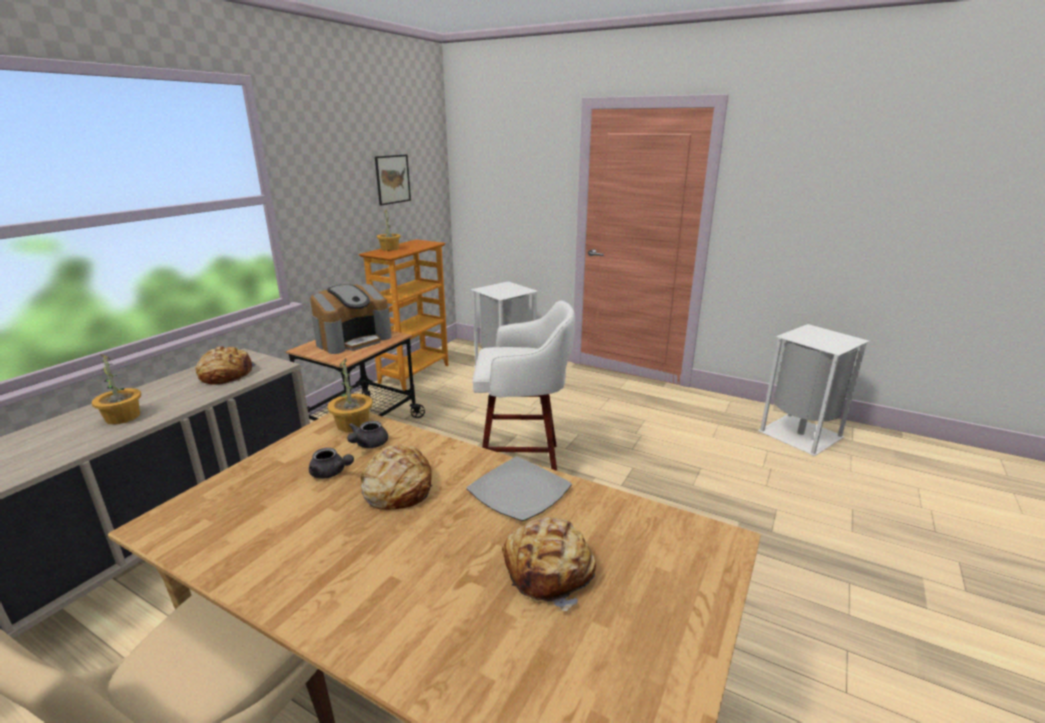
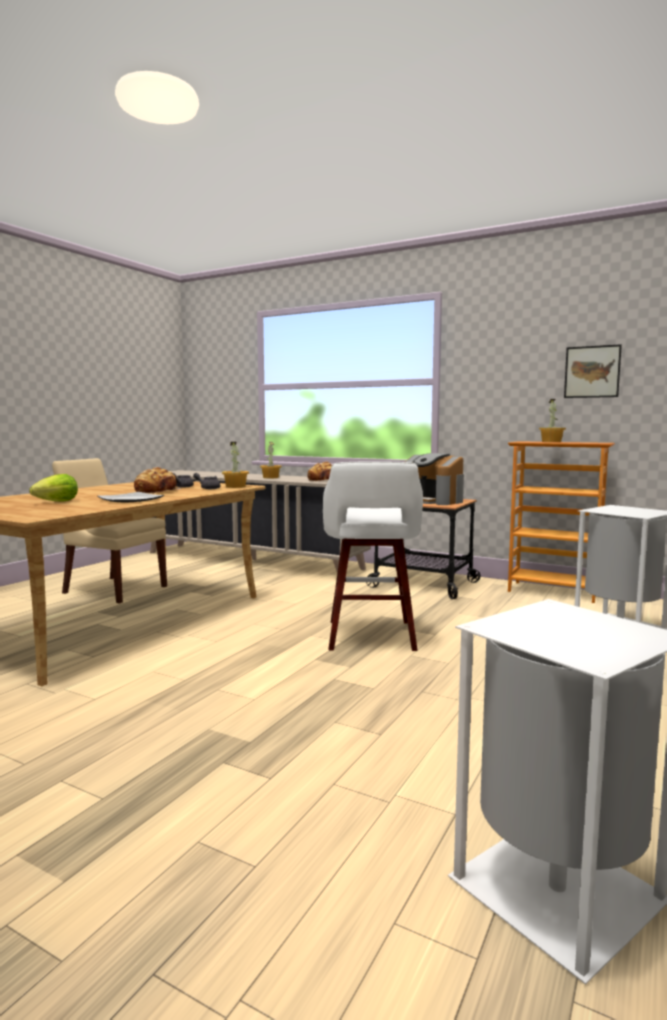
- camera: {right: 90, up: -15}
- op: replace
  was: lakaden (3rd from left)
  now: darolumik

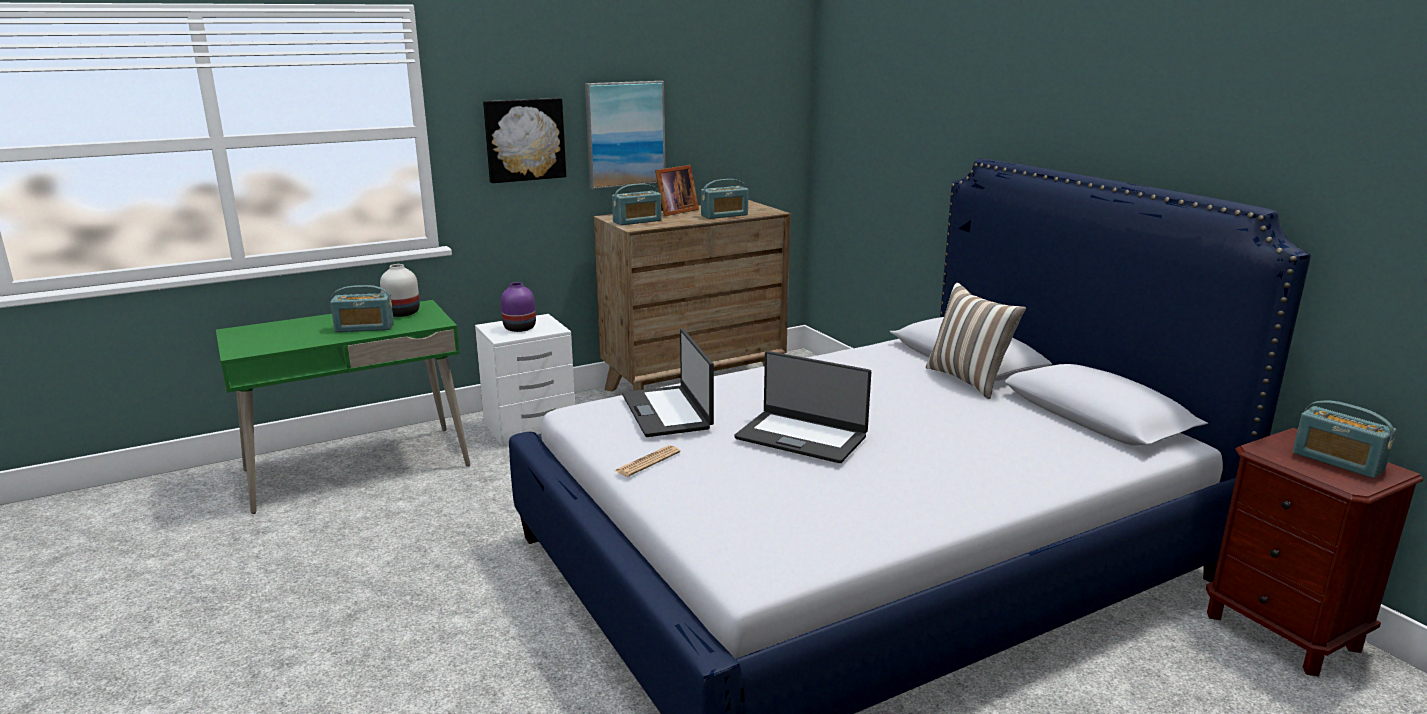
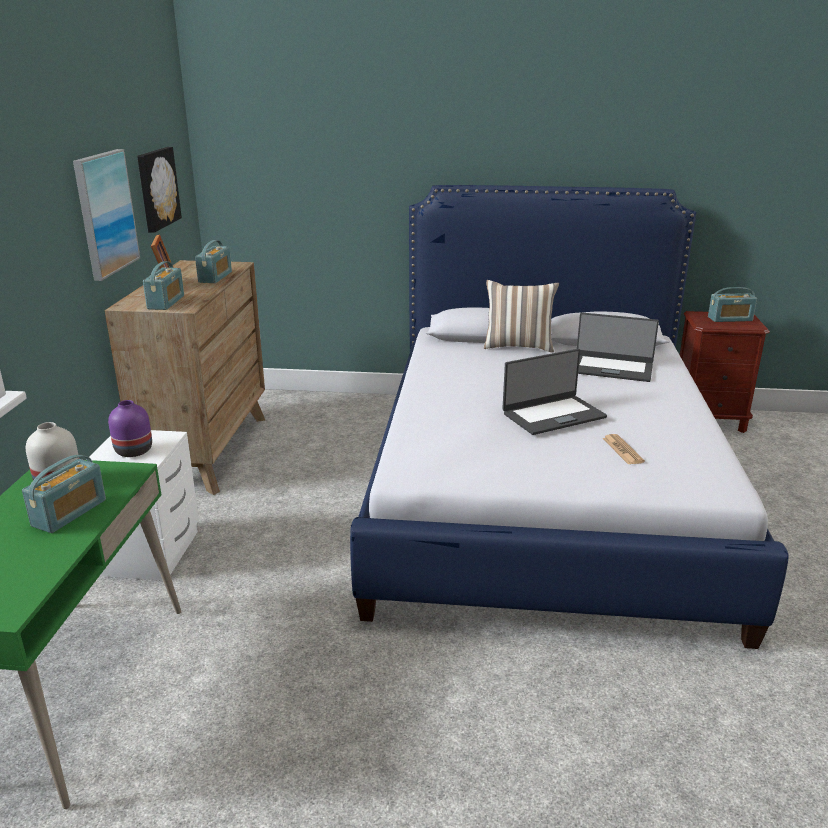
- camera: {right: -55, up: 5}
- op: move
  was: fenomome (1st from left in the first image)
  now: fenomome (2nd from left)
- op: move
  was: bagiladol
- op: move
  was: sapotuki (1st from left in the first image)
  now: sapotuki (2nd from left)

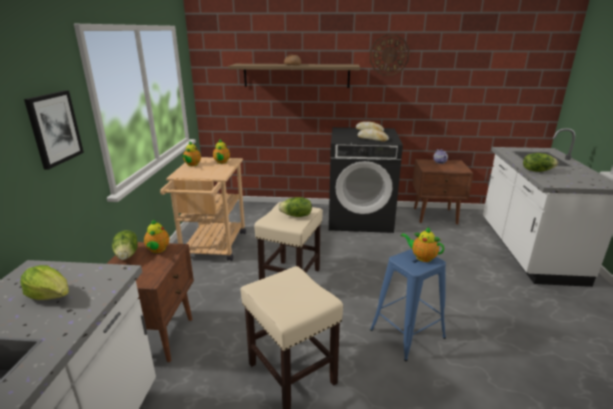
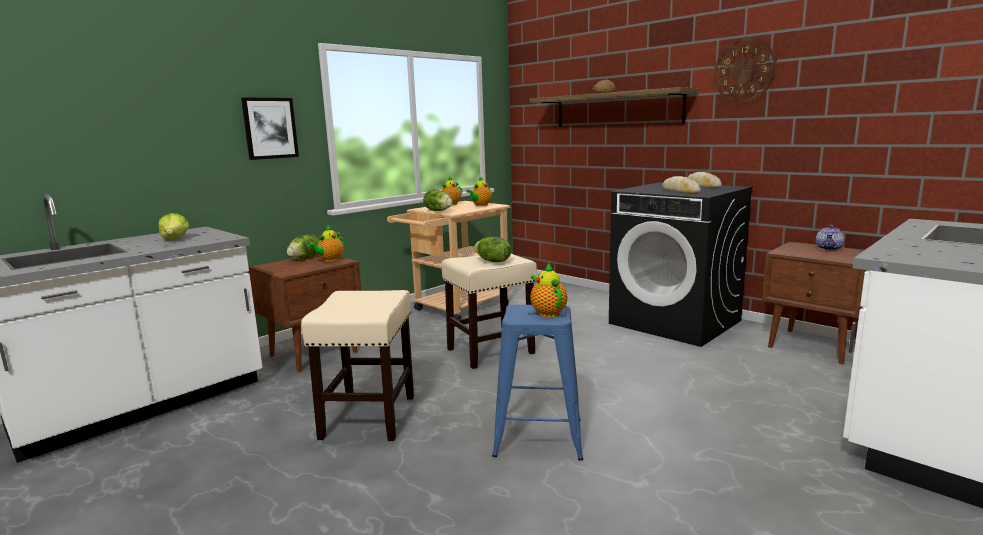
- camera: {right: 40, up: -10}
- op: move
  was: darolumik (4th from left in the first image)
  now: darolumik (3rd from left)

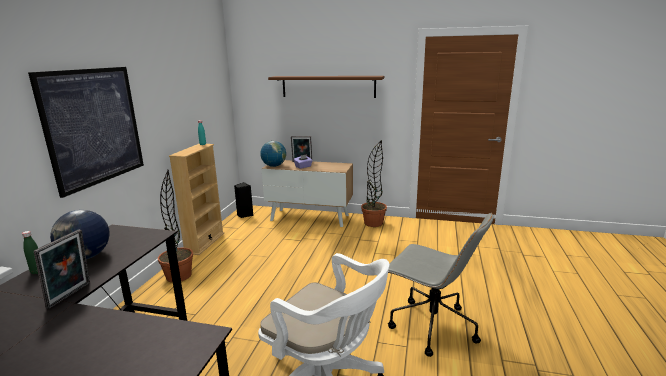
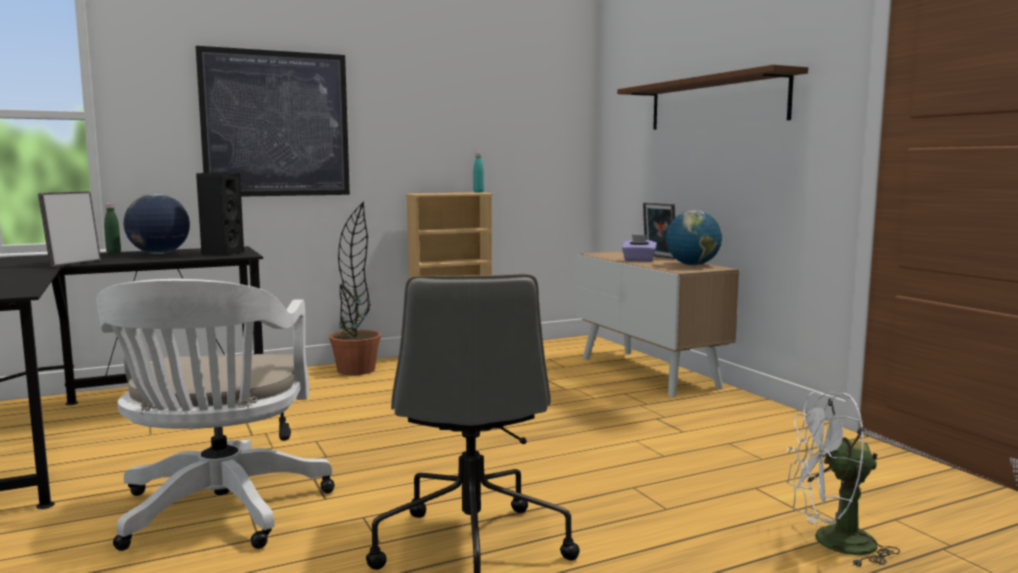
- camera: {right: 50, up: -10}
- op: rotate
  was: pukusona (1st from left)
  clockwise: 135
- op: move
  was: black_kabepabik
- op: move
  was: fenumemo (2nd from left)
- op: delete
  was: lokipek (2nd from left)
- op: insert
  now: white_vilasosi

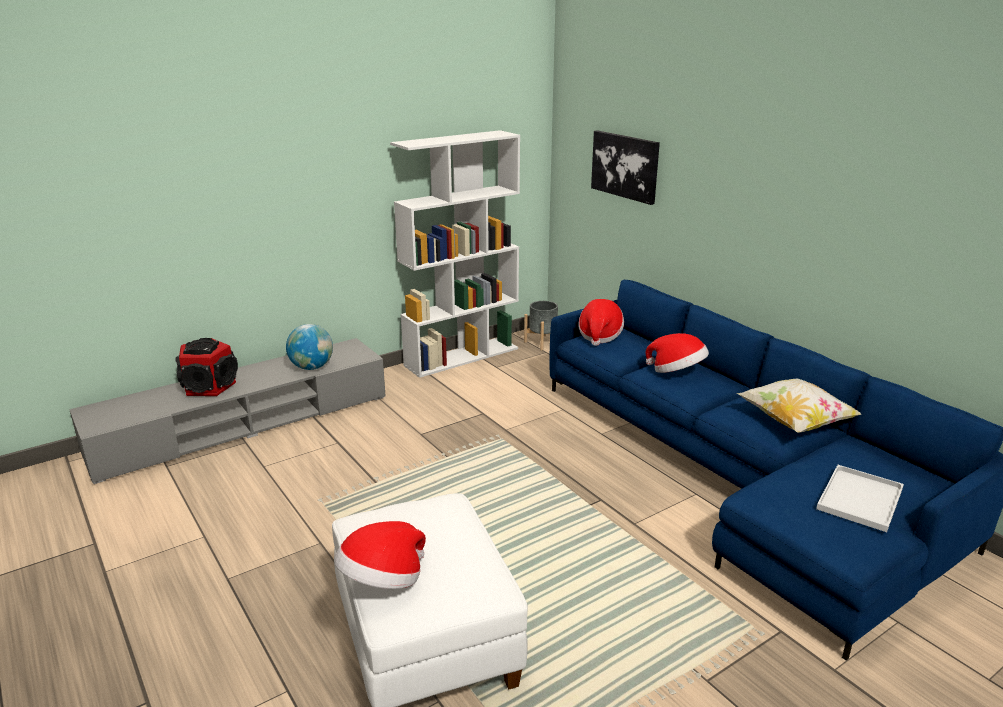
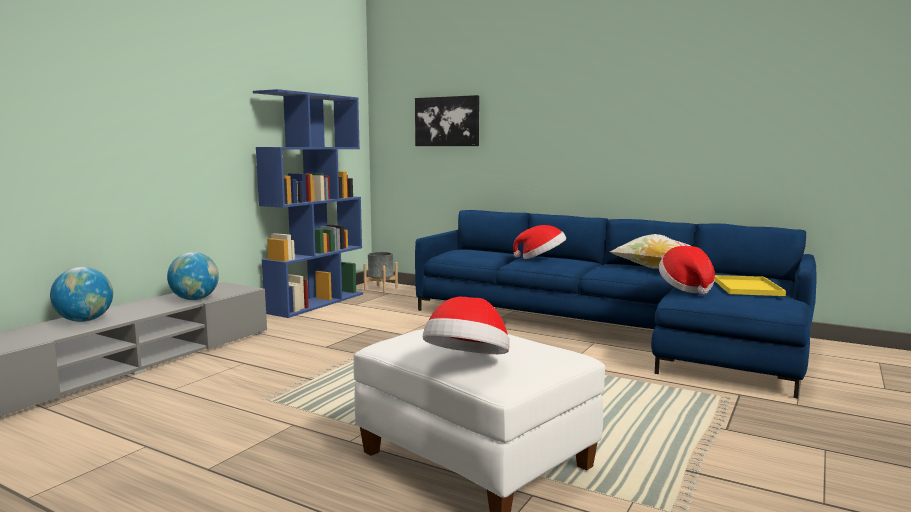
- camera: {right: -25, up: -15}
- op: replace
  was: kabepabik
  now: fenumemo (1st from left)
- op: recolor
  was: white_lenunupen
  now: blue_lenunupen
- op: move
  was: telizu (2nd from left in the first image)
  now: telizu (3rd from left)
- op: recolor
  was: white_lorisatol
  now: yellow_lorisatol

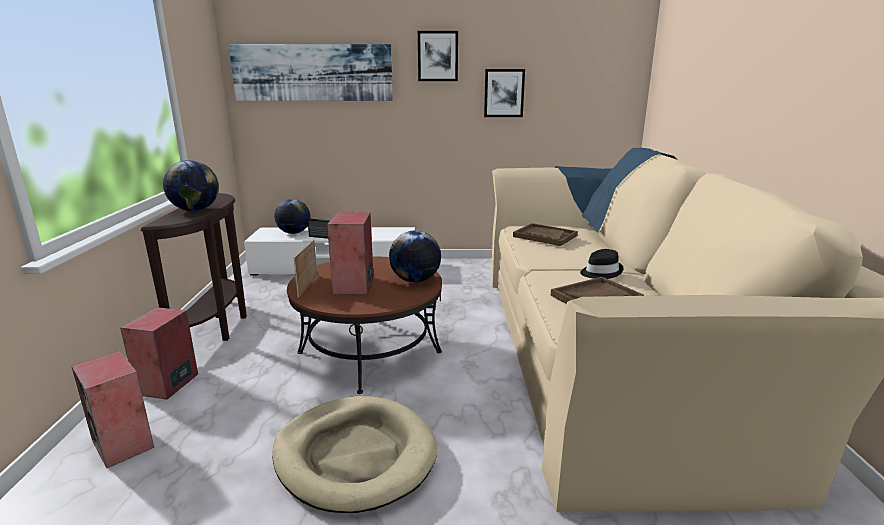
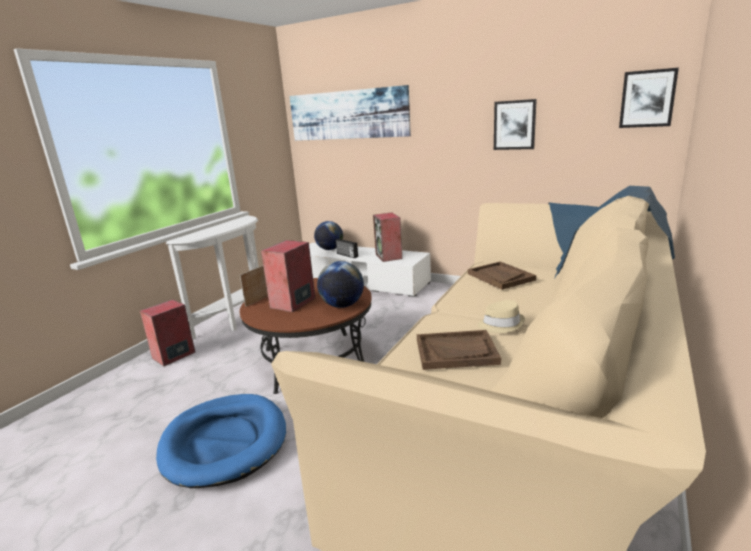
- camera: {right: 30, up: 0}
- op: move
  was: kabepabik (1st from left in the first image)
  now: kabepabik (3rd from left)
- op: recolor
  was: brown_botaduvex
  now: white_botaduvex
- op: delete
  was: fenumemo (1st from left)
- op: recolor
  was: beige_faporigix
  now: blue_faporigix
- op: move
  was: fenomome (2nd from left in the first image)
  now: fenomome (3rd from left)
- op: recolor
  was: black_telizu
  now: beige_telizu

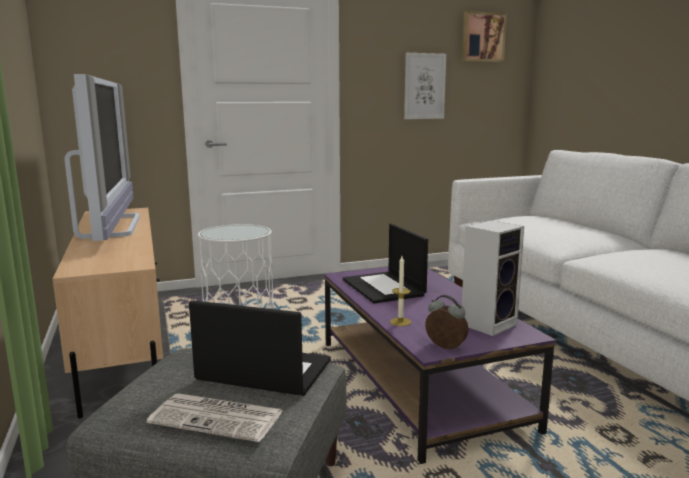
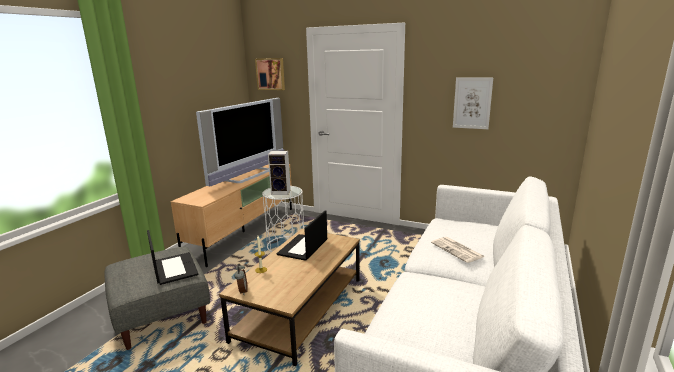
- camera: {right: 45, up: 5}
- op: move
  was: bagiladol
- op: recolor
  was: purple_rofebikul
  now: brown_rofebikul
- op: move
  was: fenomome (2nd from left in the first image)
  now: fenomome (1st from left)
- op: move
  was: kabepabik

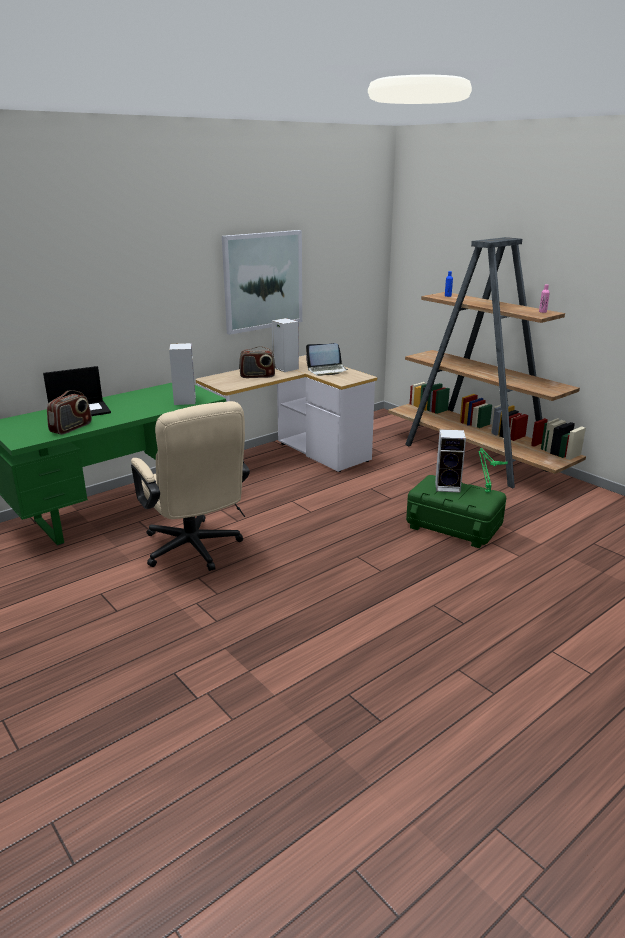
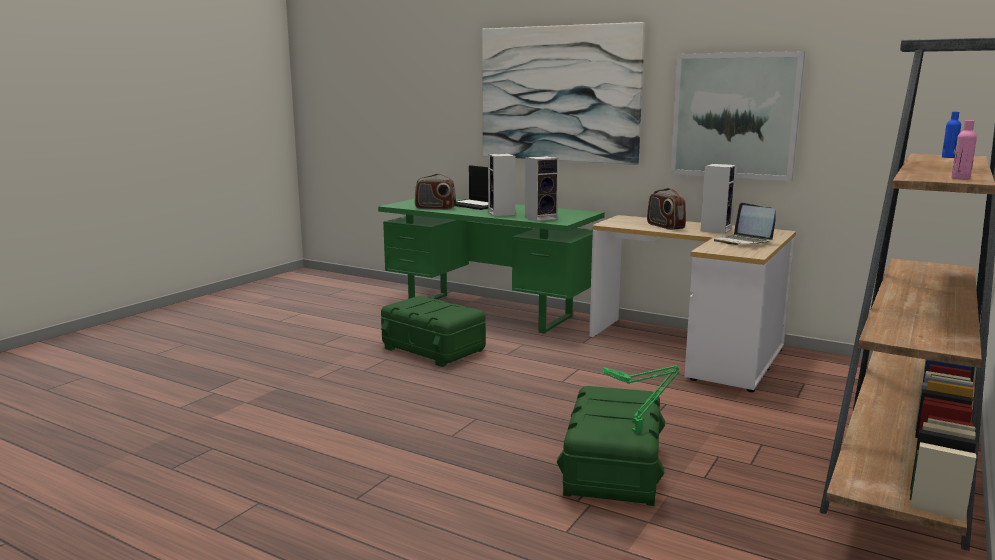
- camera: {right: 70, up: -10}
- op: replace
  was: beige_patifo
  now: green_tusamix (1st from left)
- op: move
  was: kabepabik (3rd from left in the first image)
  now: kabepabik (1st from left)
- op: insert
  now: fenomome (1st from left)

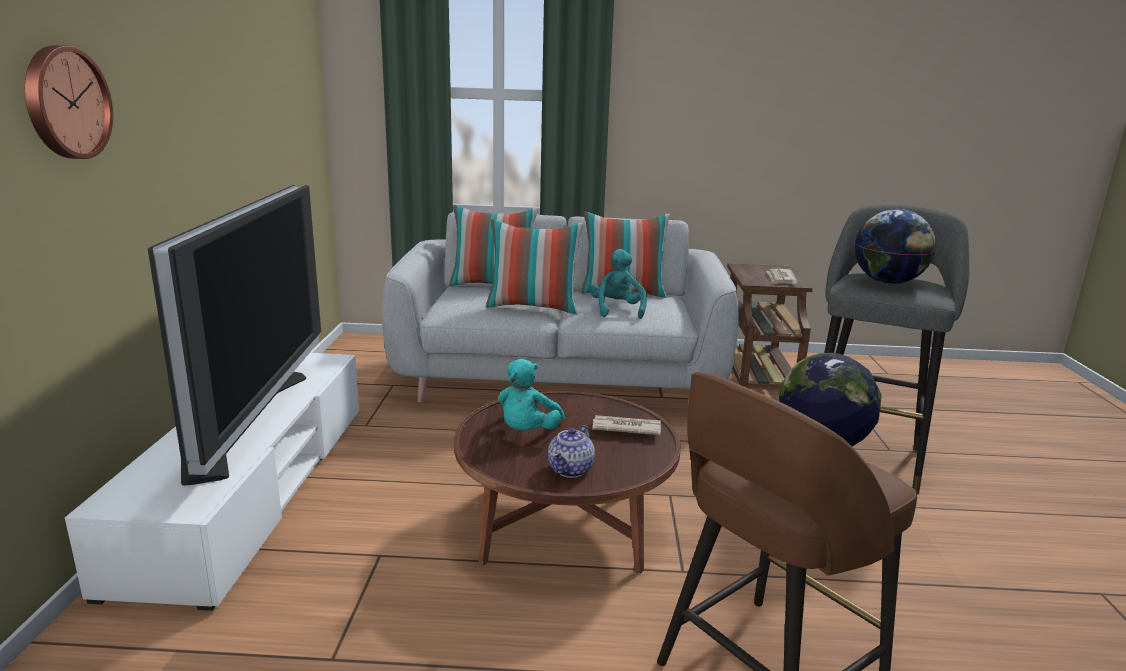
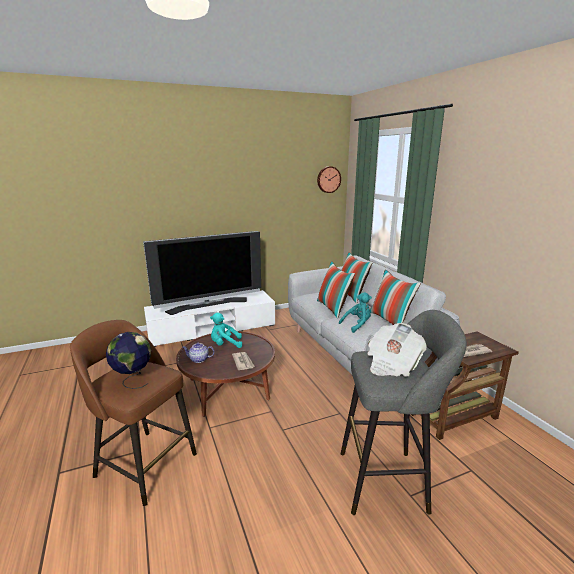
- camera: {right: 65, up: 0}
- op: move
  was: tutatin
- op: replace
  was: fenumemo (2nd from left)
  now: bagiladol (2nd from left)

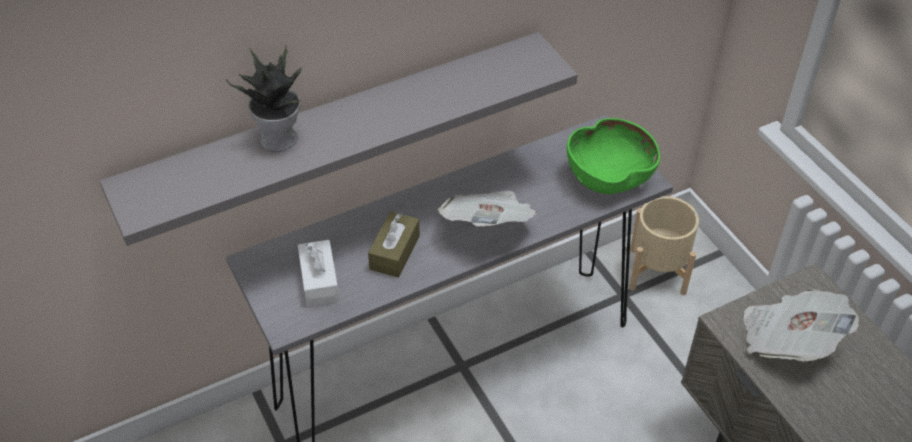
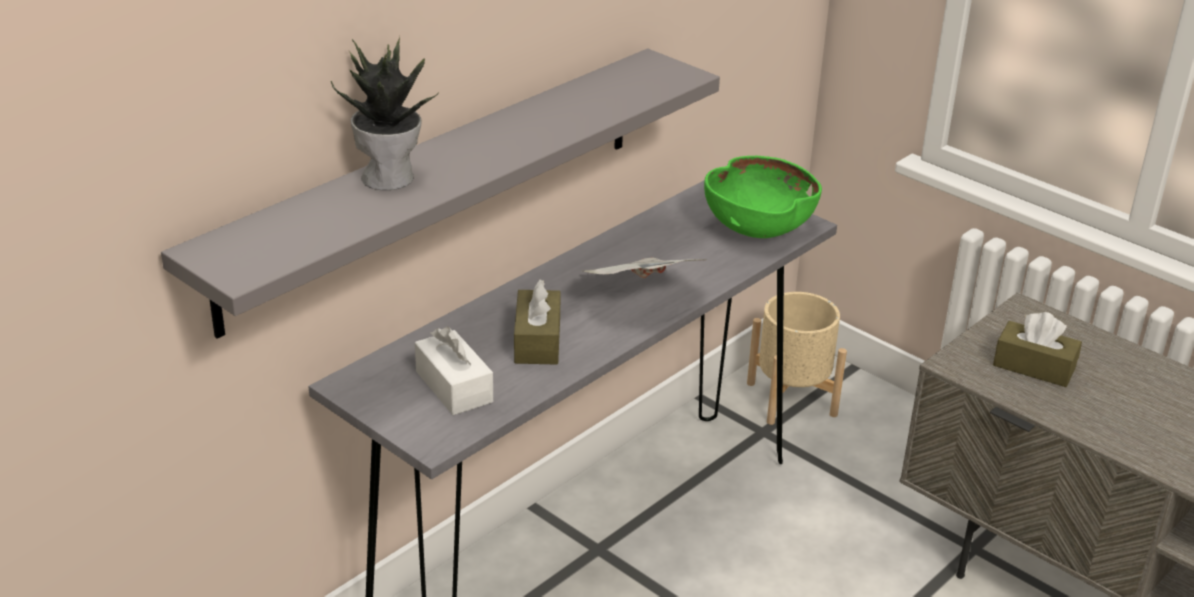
- camera: {right: -20, up: -15}
- op: replace
  was: bagiladol (2nd from left)
  now: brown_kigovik (2nd from left)

